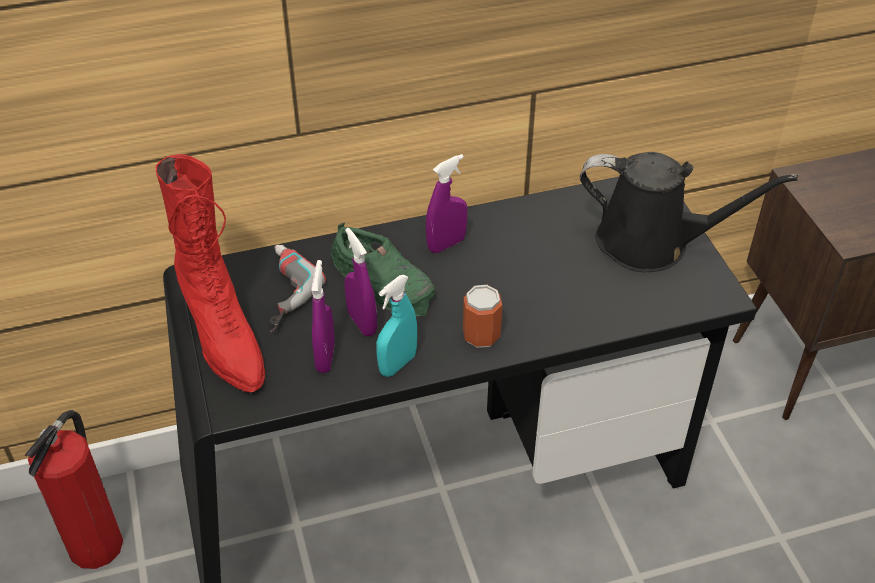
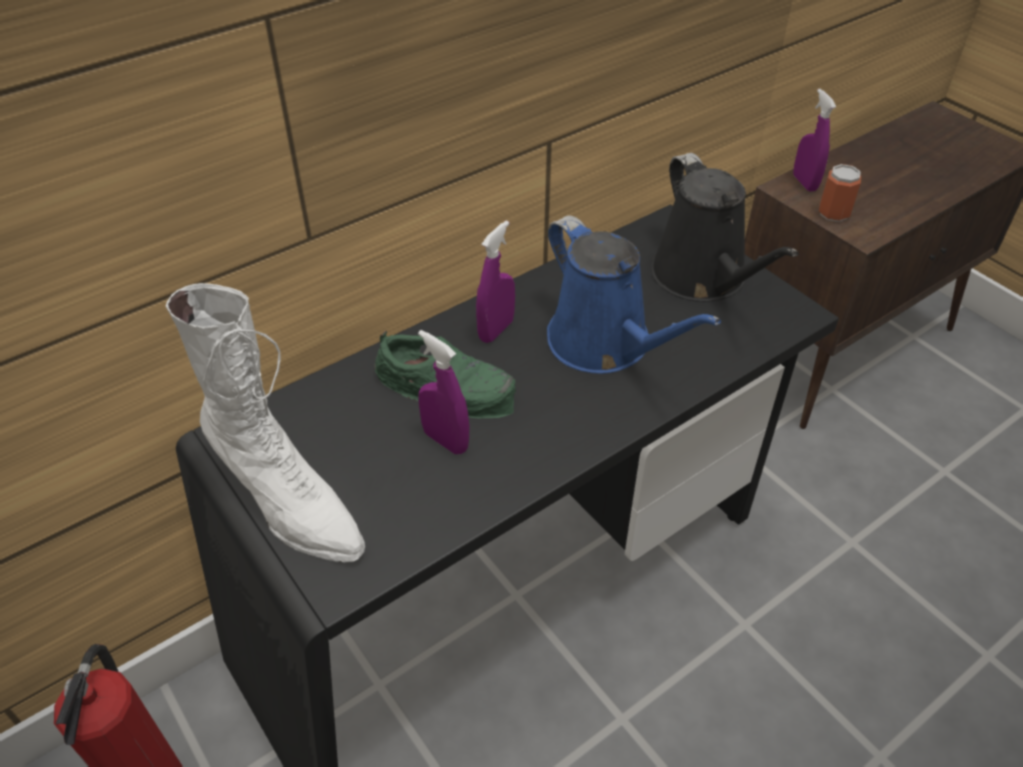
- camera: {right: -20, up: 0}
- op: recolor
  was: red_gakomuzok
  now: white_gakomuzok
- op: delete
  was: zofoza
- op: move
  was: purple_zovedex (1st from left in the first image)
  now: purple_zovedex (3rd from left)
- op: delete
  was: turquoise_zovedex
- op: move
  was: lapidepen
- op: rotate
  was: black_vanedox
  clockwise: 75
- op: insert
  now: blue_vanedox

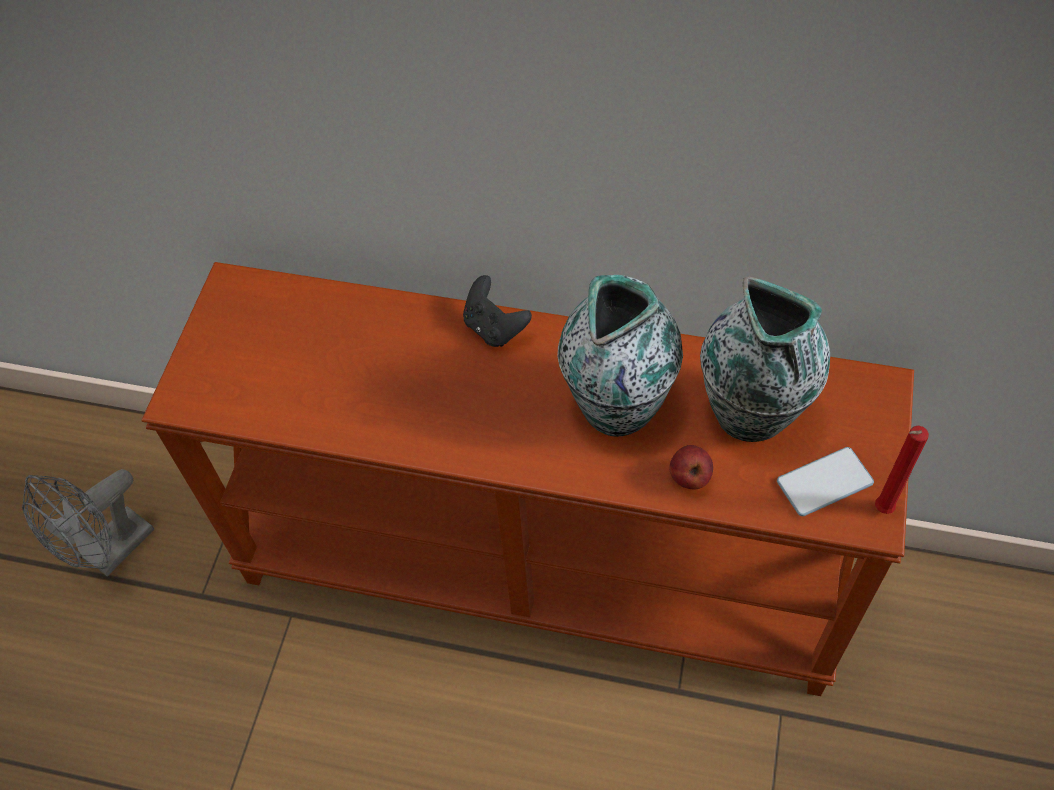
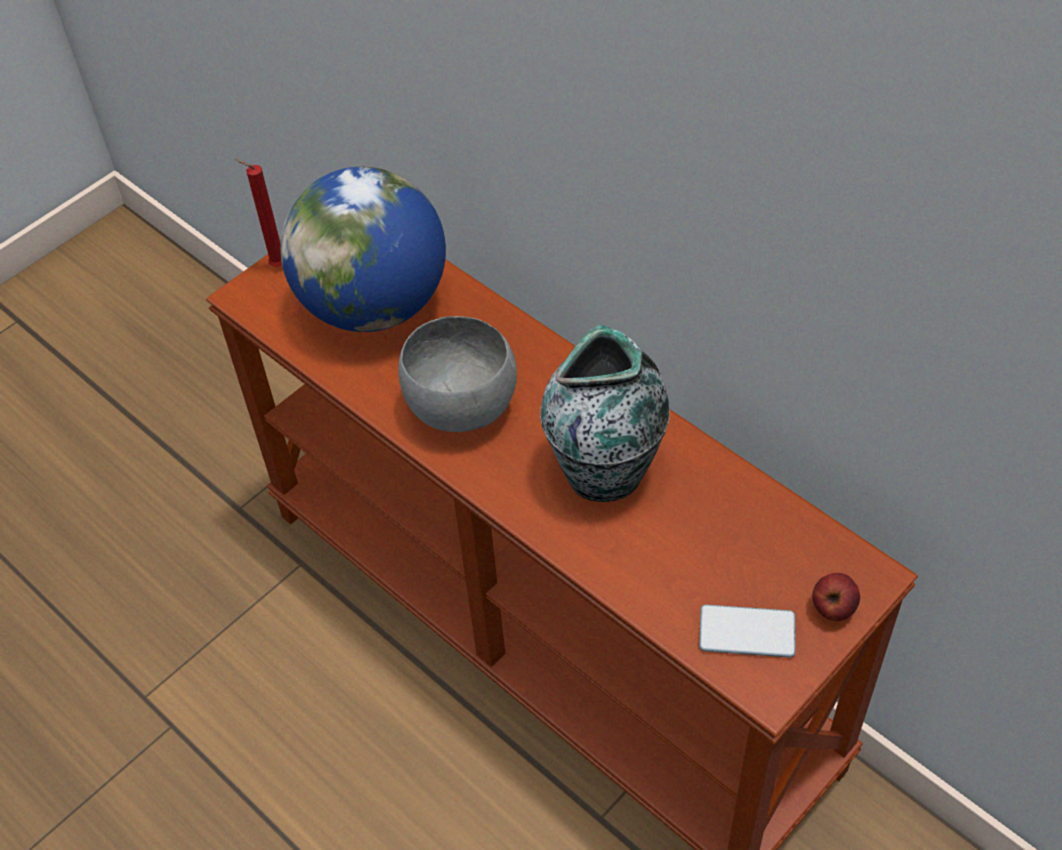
- camera: {right: 30, up: -5}
- op: delete
  was: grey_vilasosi
- op: delete
  was: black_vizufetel
- op: move
  was: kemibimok
- op: delete
  was: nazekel (2nd from left)
- op: move
  was: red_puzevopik
- op: insert
  now: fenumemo
- op: insert
  now: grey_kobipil

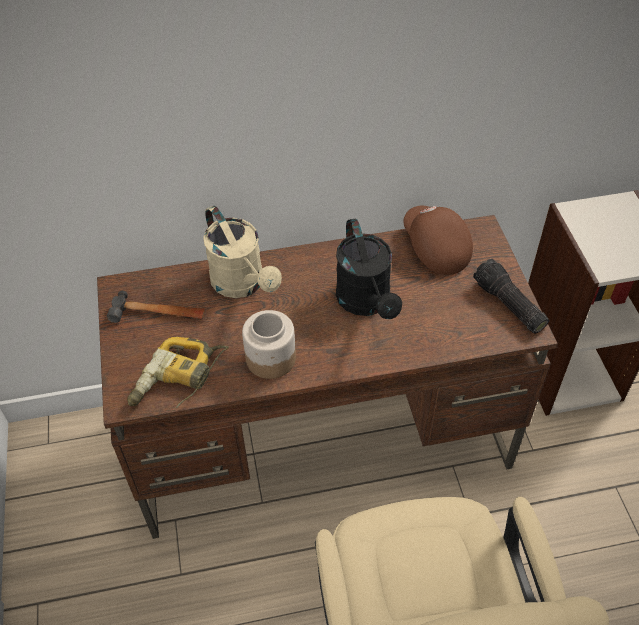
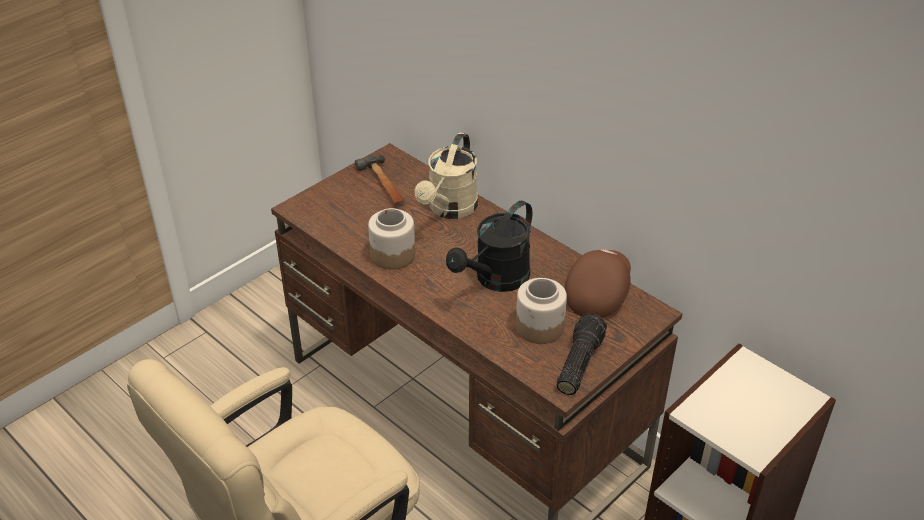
- camera: {right: 55, up: -10}
- op: delete
  was: zofoza
- op: insert
  now: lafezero (2nd from left)

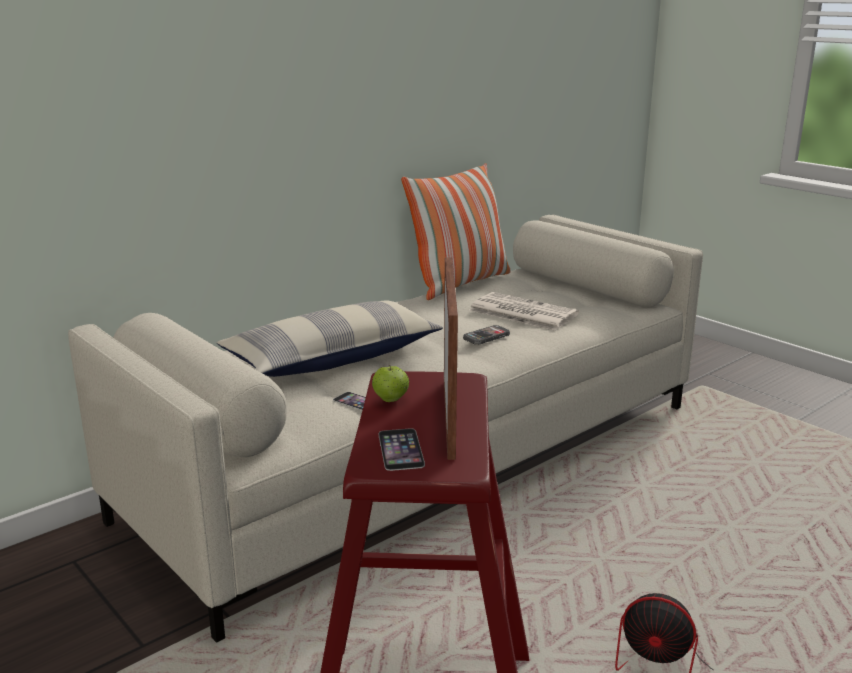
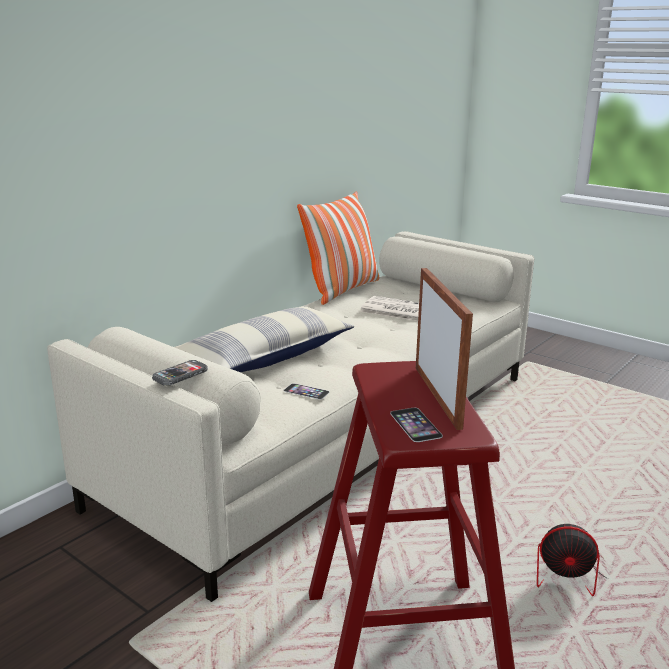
- camera: {right: -10, up: 0}
- op: delete
  was: kemibimok
- op: move
  was: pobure (3rd from left in the first image)
  now: pobure (1st from left)

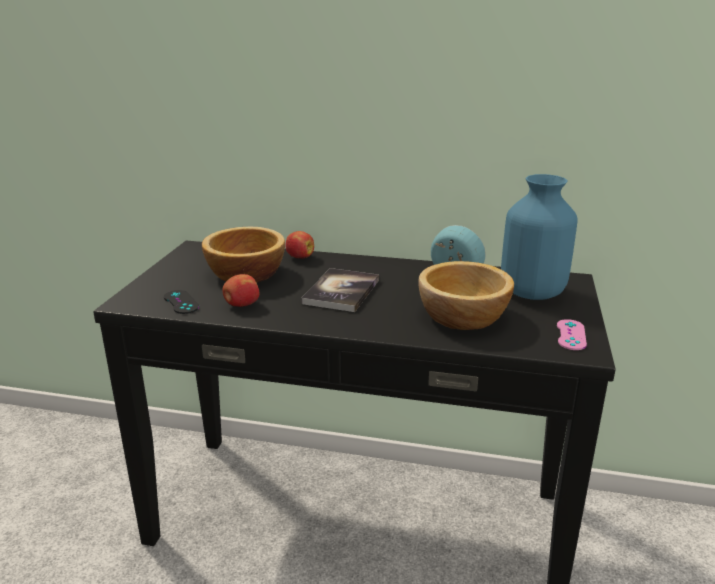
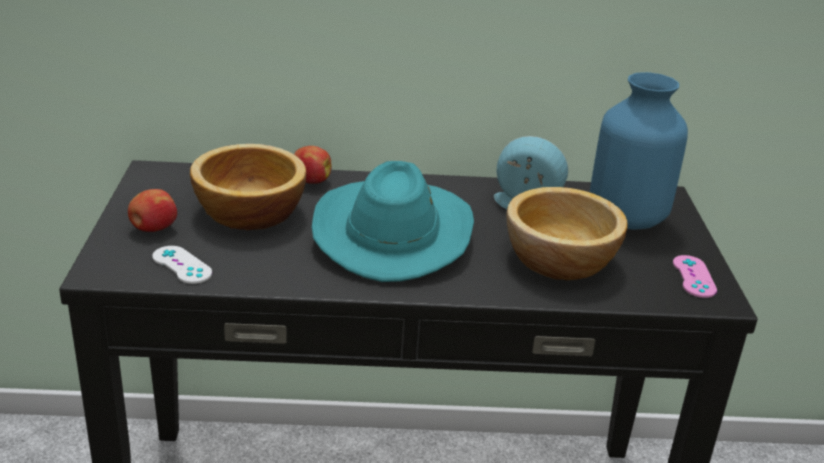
- camera: {right: -15, up: 5}
- op: recolor
  was: black_vizufetel
  now: white_vizufetel
- op: move
  was: kemibimok (1st from left)
- op: replace
  was: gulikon
  now: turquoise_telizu

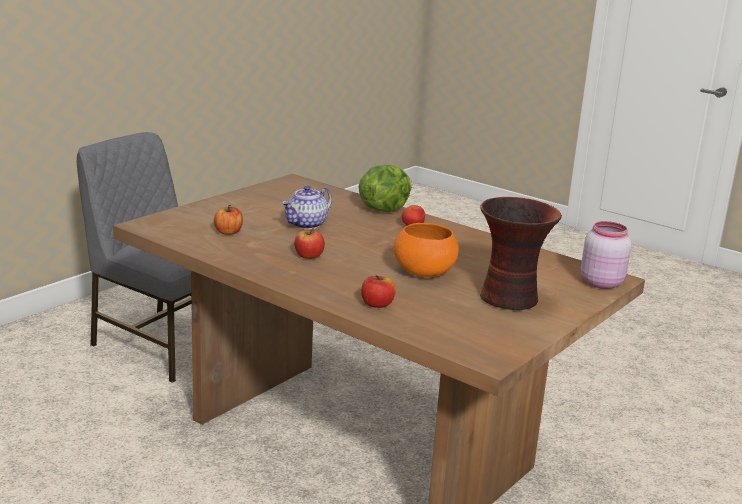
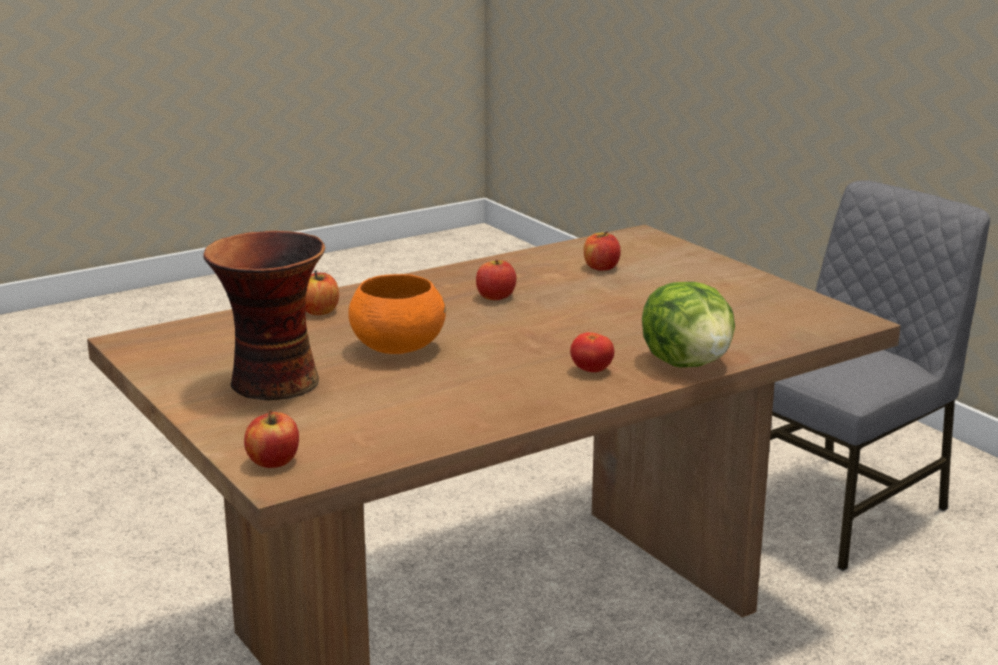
- camera: {right: 110, up: 0}
- op: delete
  was: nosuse
- op: replace
  was: pink_lafezero
  now: kemibimok (1st from left)

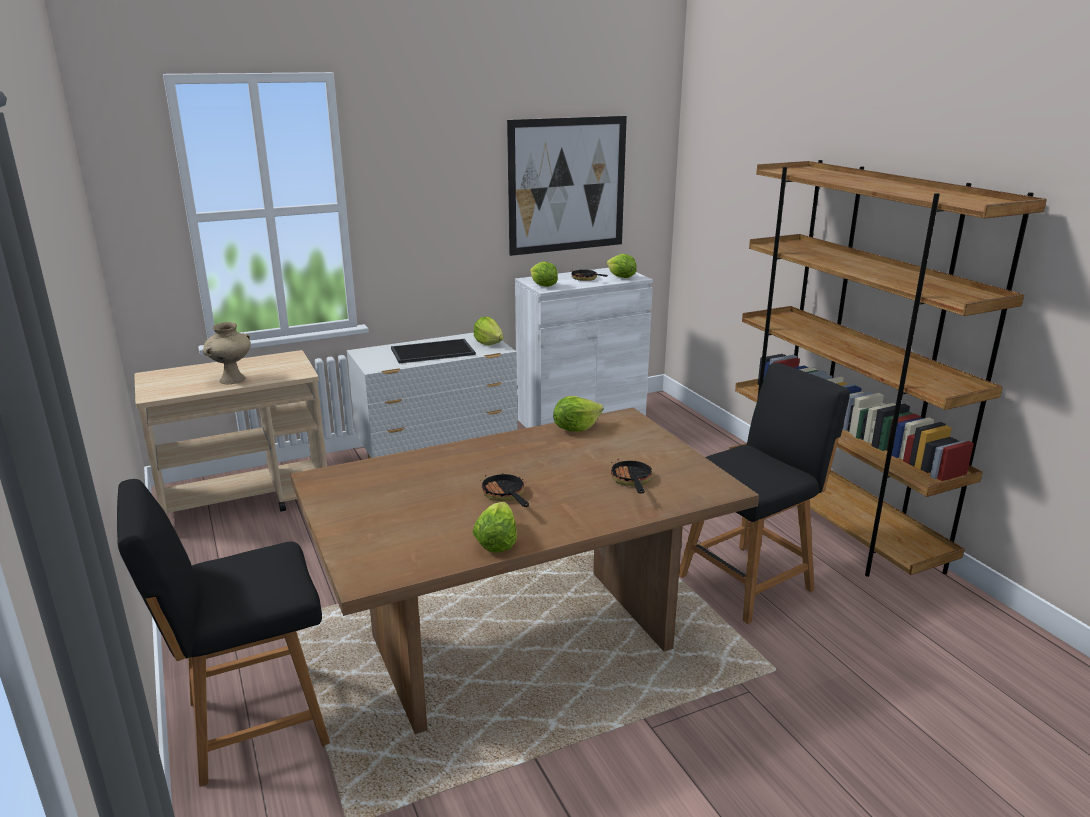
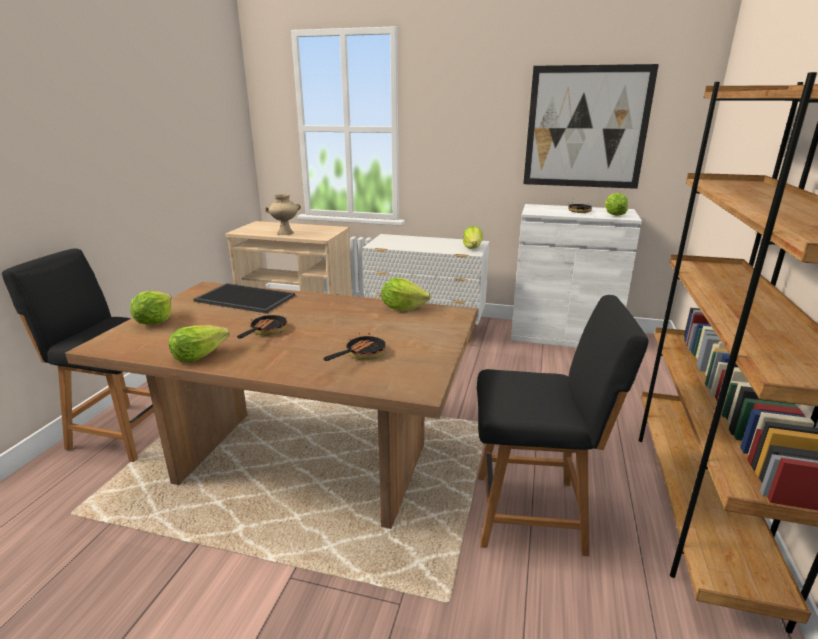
- camera: {right: 40, up: 0}
- op: move
  was: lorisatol
- op: move
  was: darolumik (3rd from left in the first image)
  now: darolumik (1st from left)

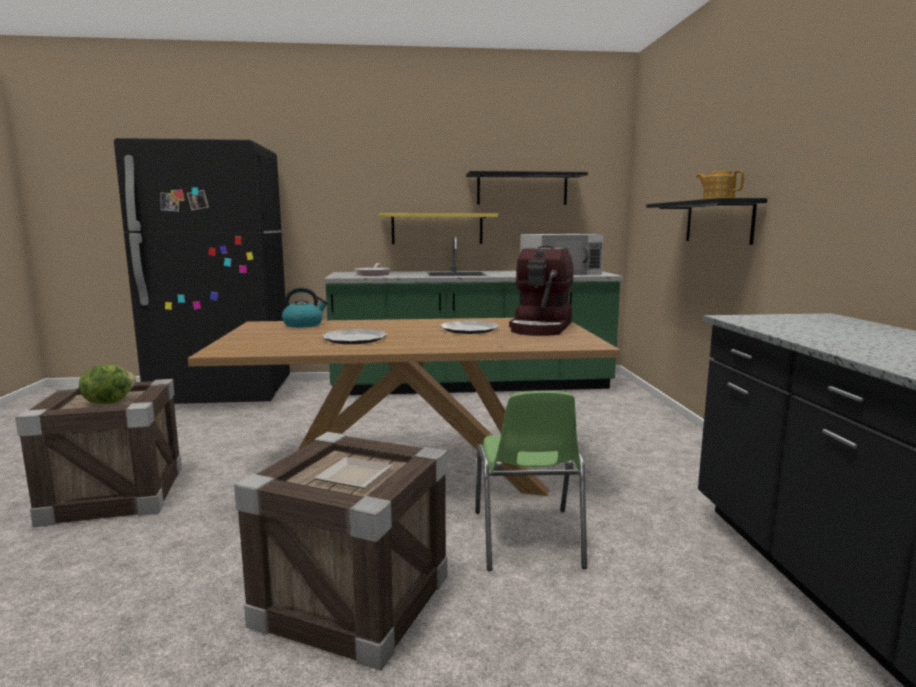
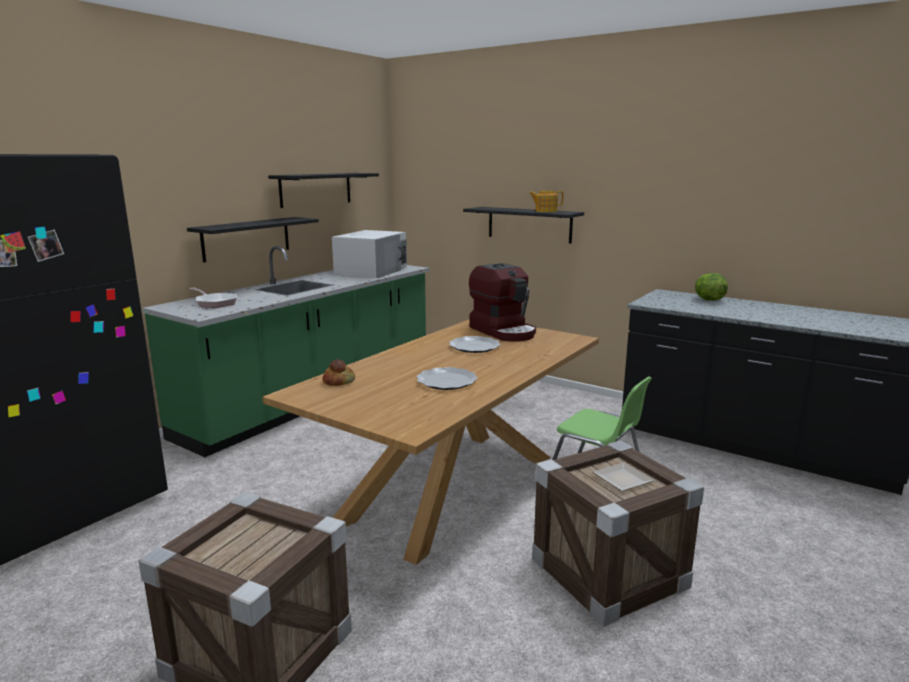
- camera: {right: -50, up: 5}
- op: move
  was: darolumik
- op: replace
  was: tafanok
  now: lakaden
- op: recolor
  was: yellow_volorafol
  now: black_volorafol (1st from left)

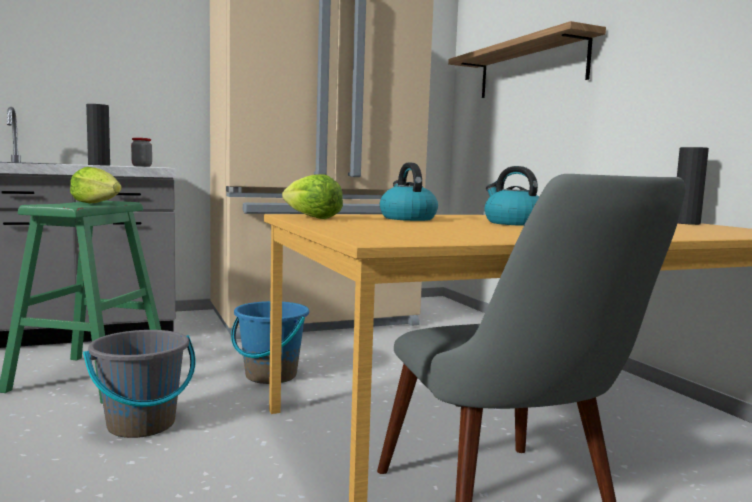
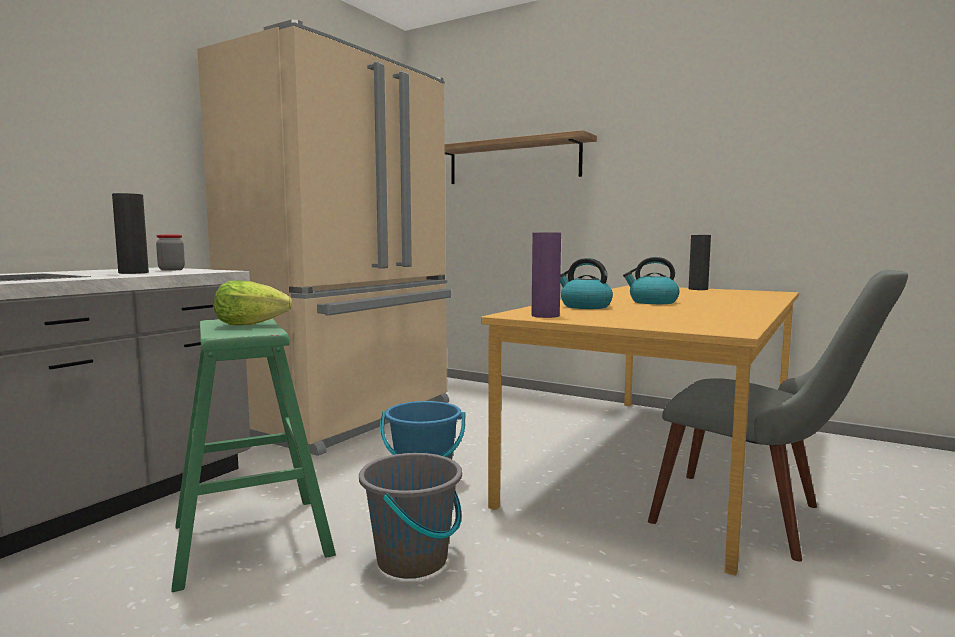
- camera: {right: -35, up: 0}
- op: replace
  was: darolumik (2nd from left)
  now: purple_nazekel

